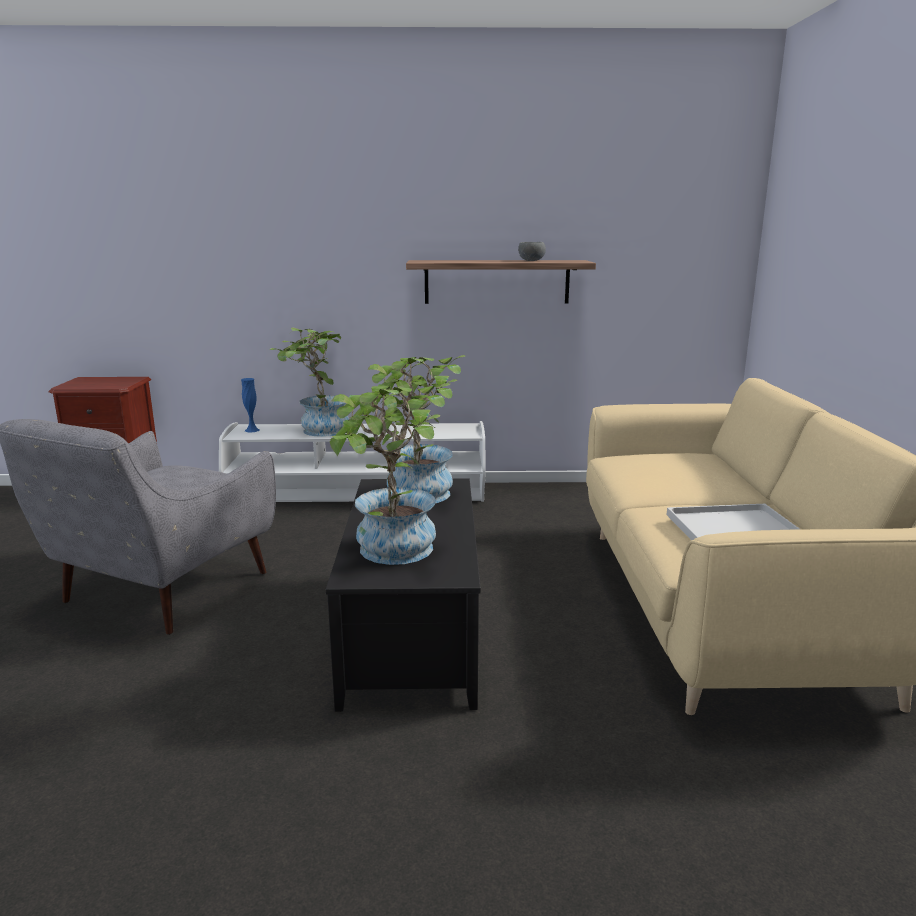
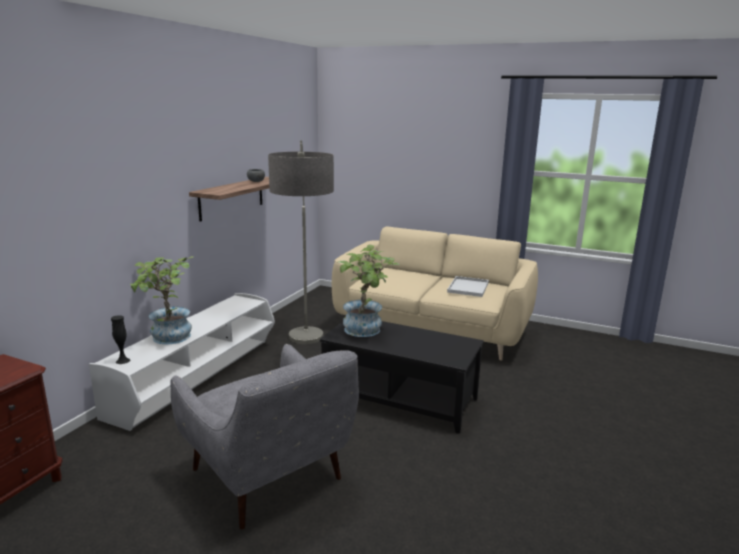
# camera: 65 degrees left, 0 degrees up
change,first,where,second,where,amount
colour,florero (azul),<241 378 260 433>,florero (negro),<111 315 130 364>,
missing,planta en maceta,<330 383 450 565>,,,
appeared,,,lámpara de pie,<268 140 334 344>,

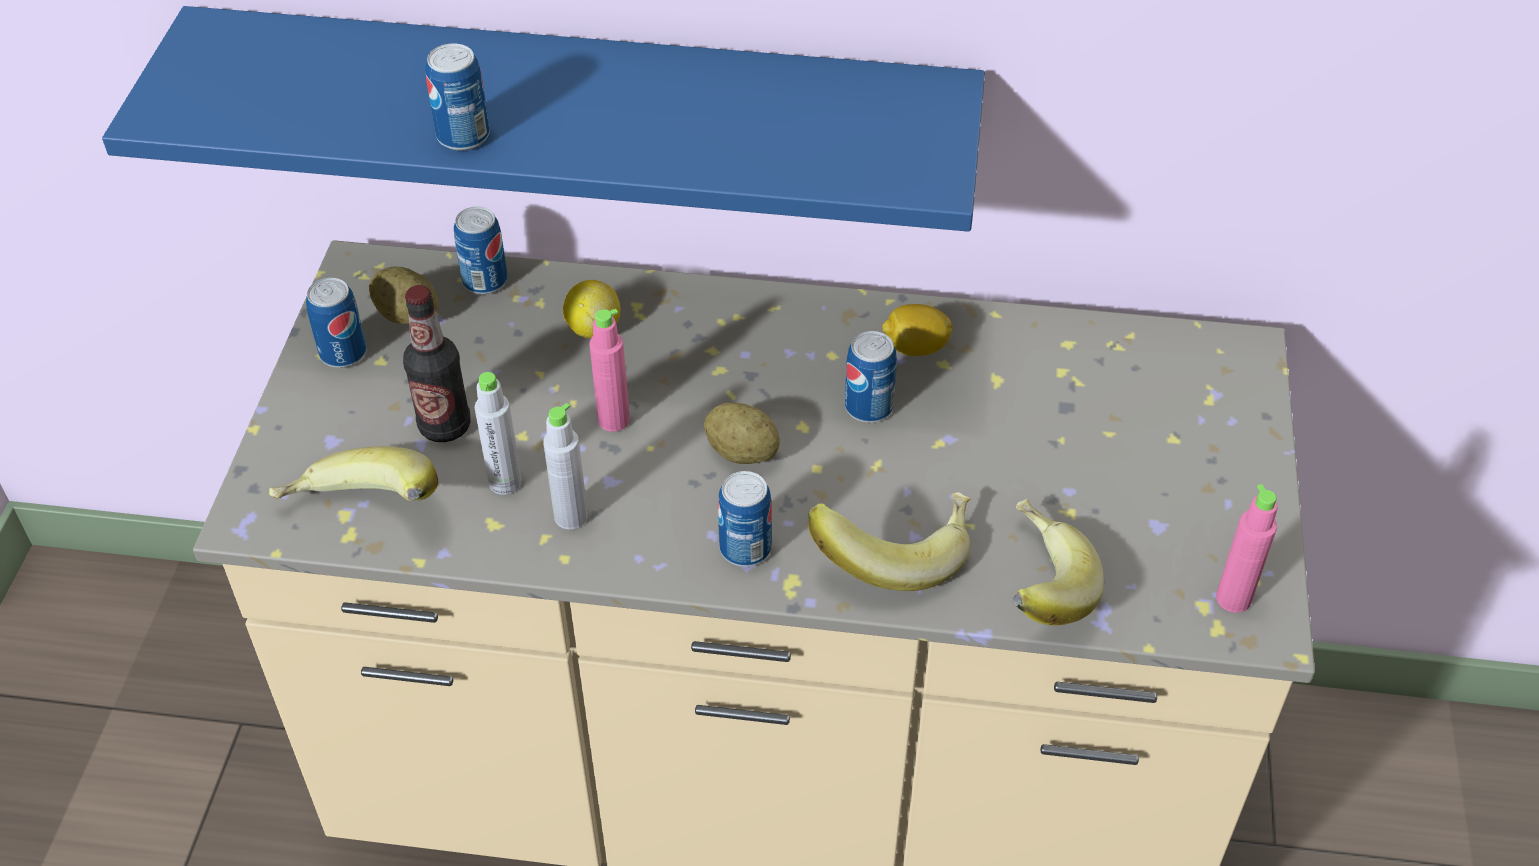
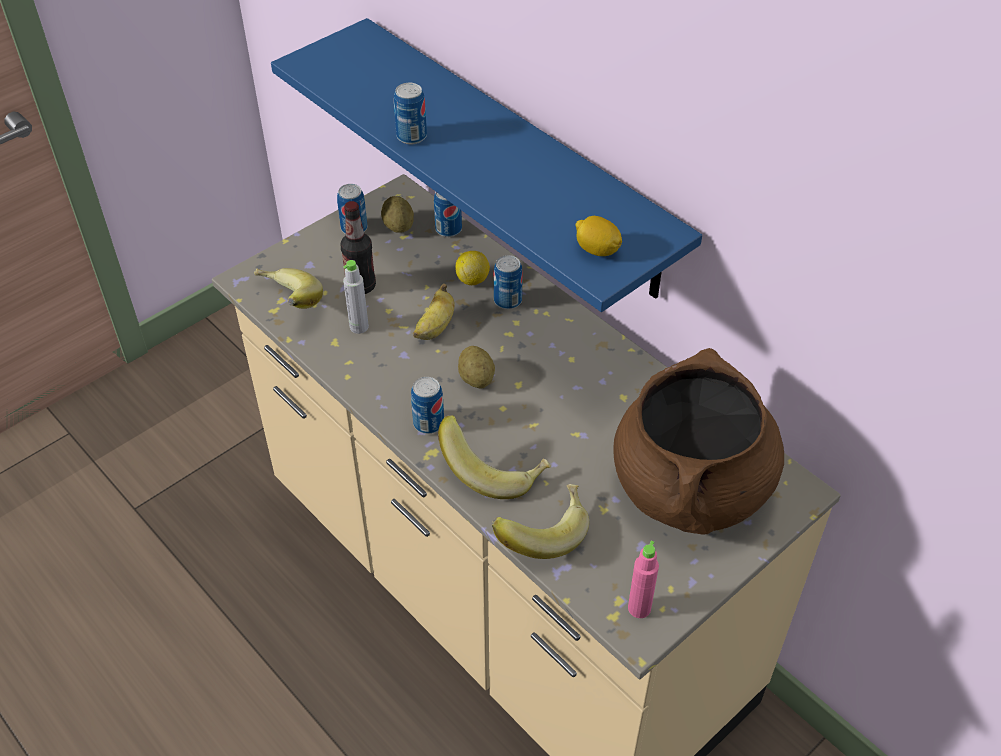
# camera: 40 degrees right, 0 degrees up
change,first,where,second,where,amount
relocated,limón,<882 304 953 356>,,<575 216 622 256>,
exchanged,botella (rosa),<590 309 630 432>,plátano,<413 284 455 340>,
relocated,lata,<845 331 897 423>,,<494 255 523 309>,
missing,botella (gris),<543 403 588 530>,,,
appeared,,,olla (marrón),<614 348 784 535>,

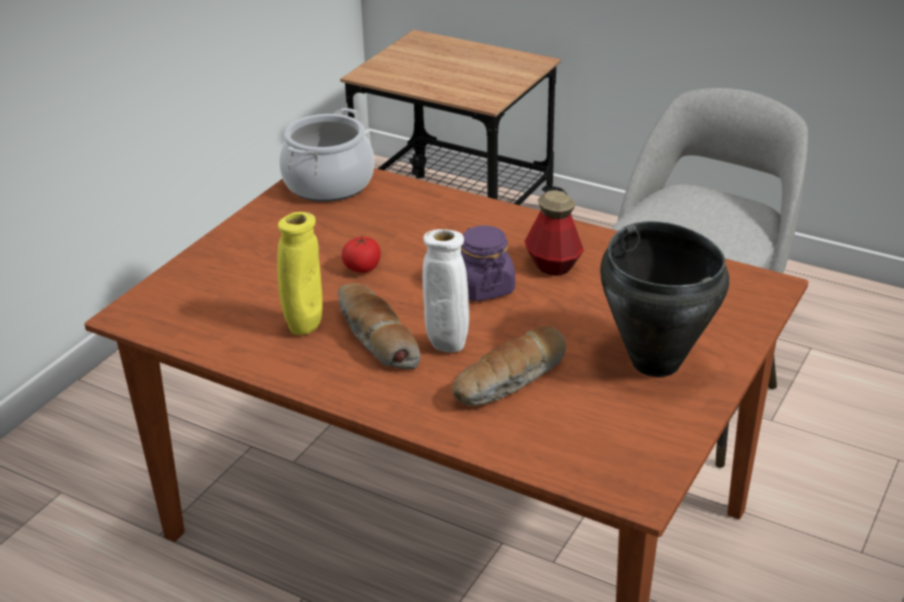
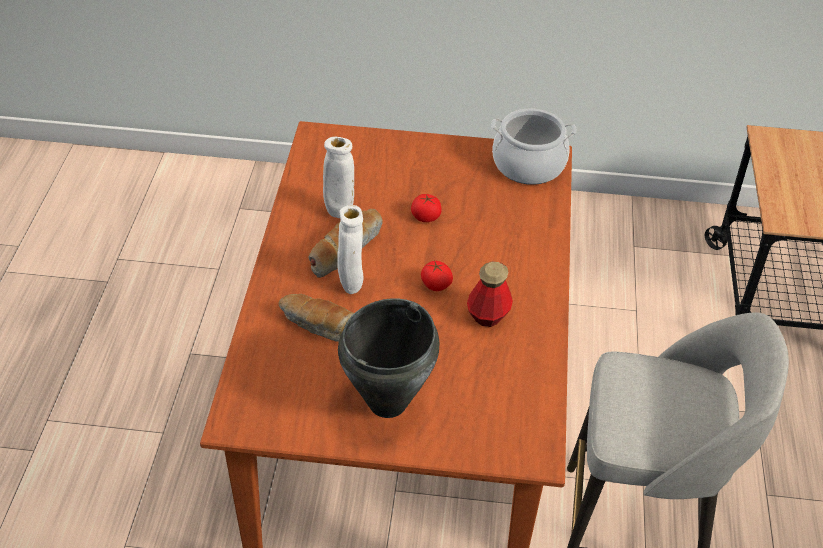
# camera: 65 degrees right, 10 degrees up
change,first,where,second,where,amount
colour,florero (amarillo),<277 212 323 335>,florero (blanco),<323 137 354 218>,
exchanged,tarro (morado),<461 226 515 301>,tomate,<421 261 453 291>,

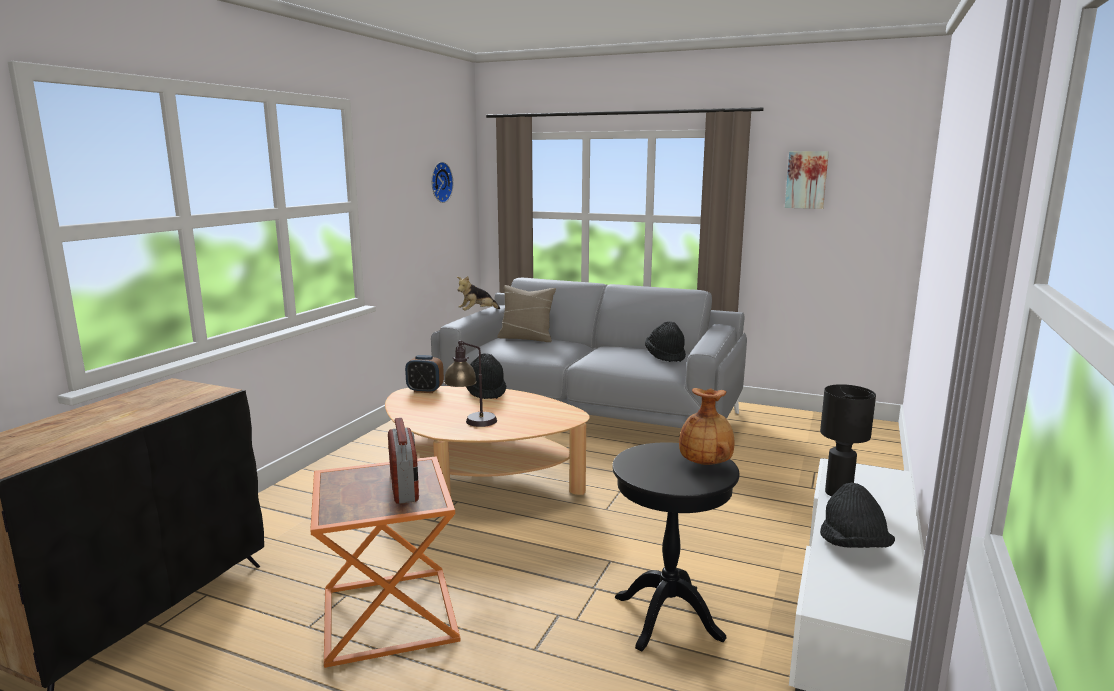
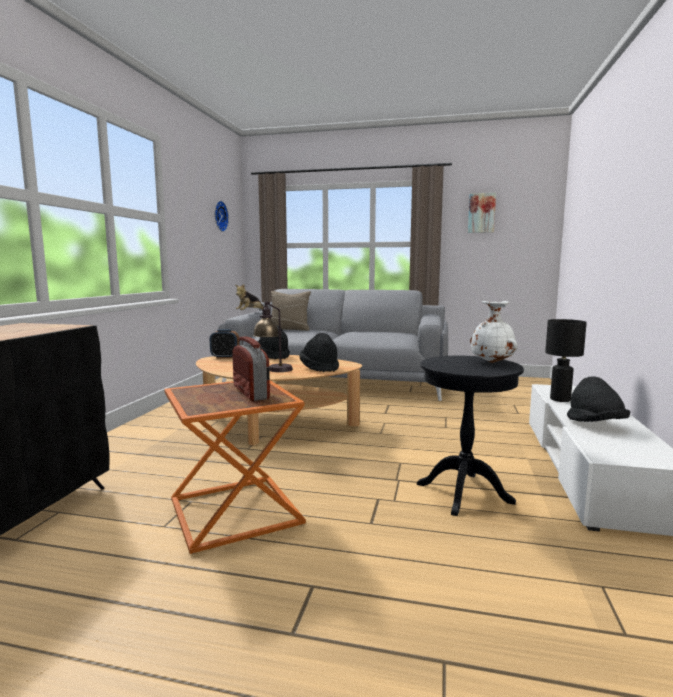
# camera: 10 degrees left, 5 degrees down
change,first,where,second,where,amount
relocated,sombrero (negro),<645 321 686 362>,,<299 333 339 372>,
colour,florero (marrón),<679 388 734 465>,florero (blanco),<470 301 518 363>,

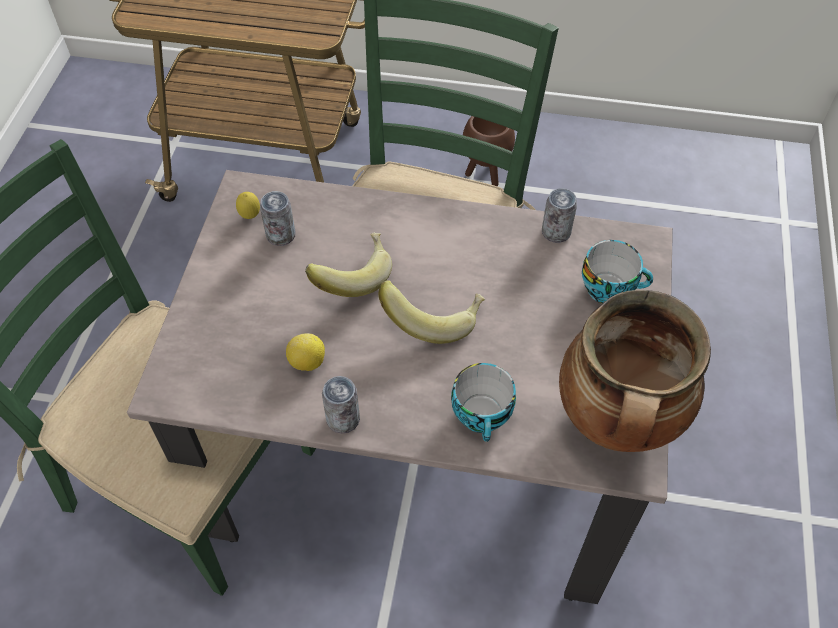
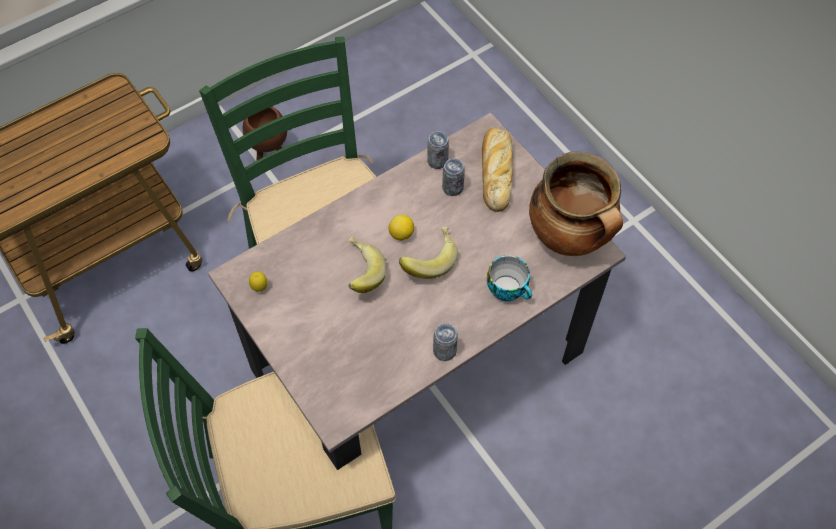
# camera: 45 degrees left, 5 degrees up
change,first,where,second,where,amount
relocated,lata,<260 191 296 246>,,<442 159 465 196>,
exchanged,taza,<582 240 653 303>,pan,<482 128 513 212>,
relocated,limón,<286 333 325 371>,,<388 215 414 241>,

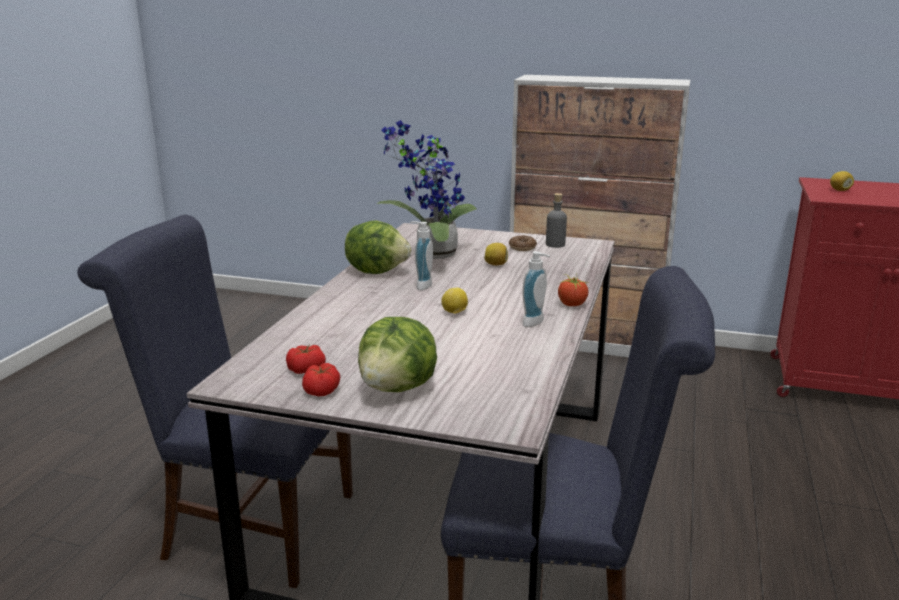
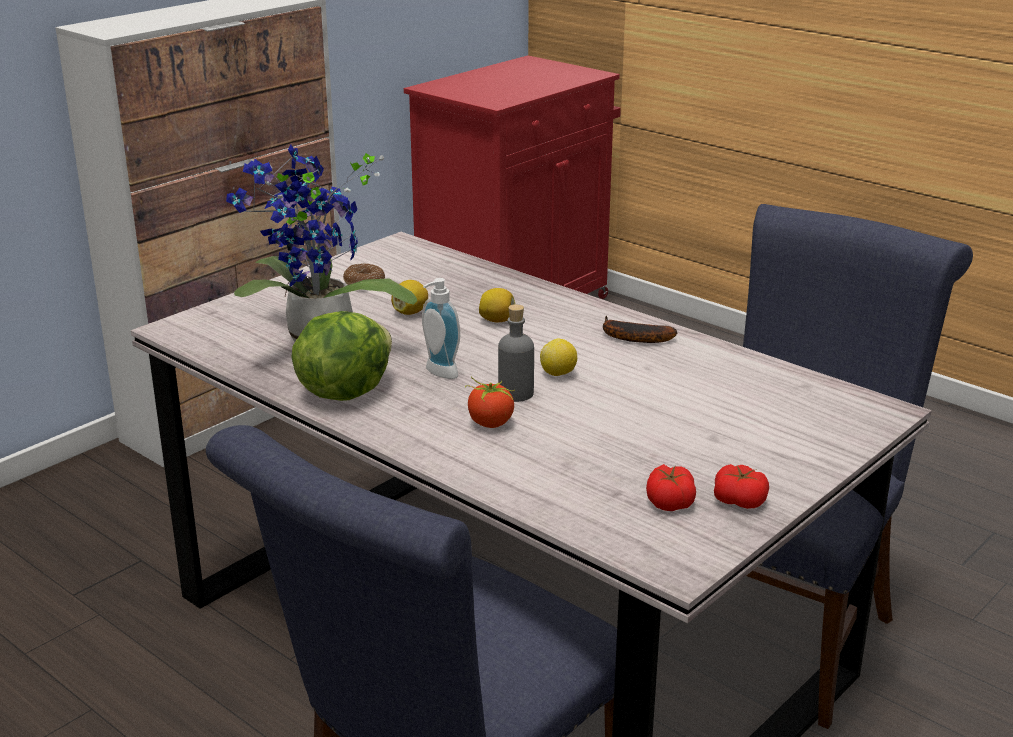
# camera: 65 degrees left, 5 degrees up
change,first,where,second,where,amount
relocated,limón,<830 171 854 191>,,<479 288 515 323>,
relocated,botella (gris),<546 193 567 248>,,<498 304 534 402>,
exchanged,dispensador de jabón,<522 251 550 327>,plátano,<603 316 677 343>,
relocated,tomate,<558 274 589 306>,,<465 376 515 428>,
missing,lechuga,<358 317 437 392>,,,

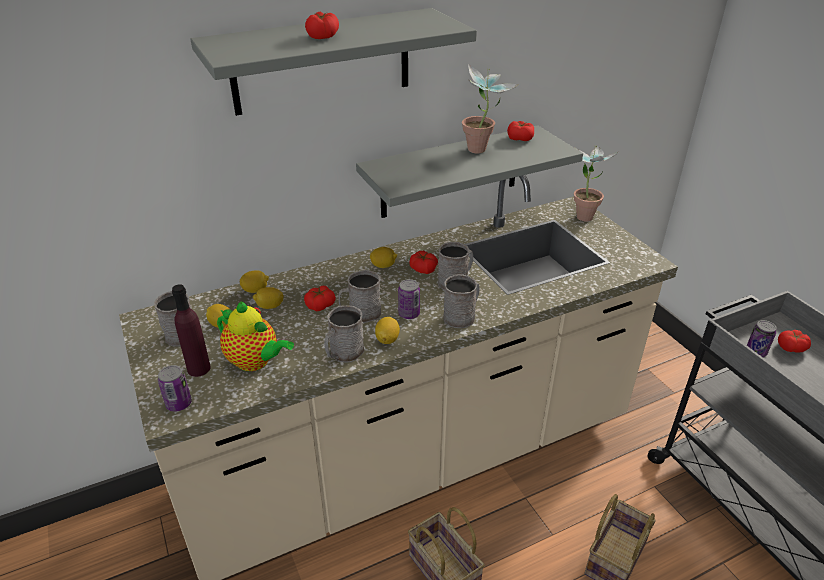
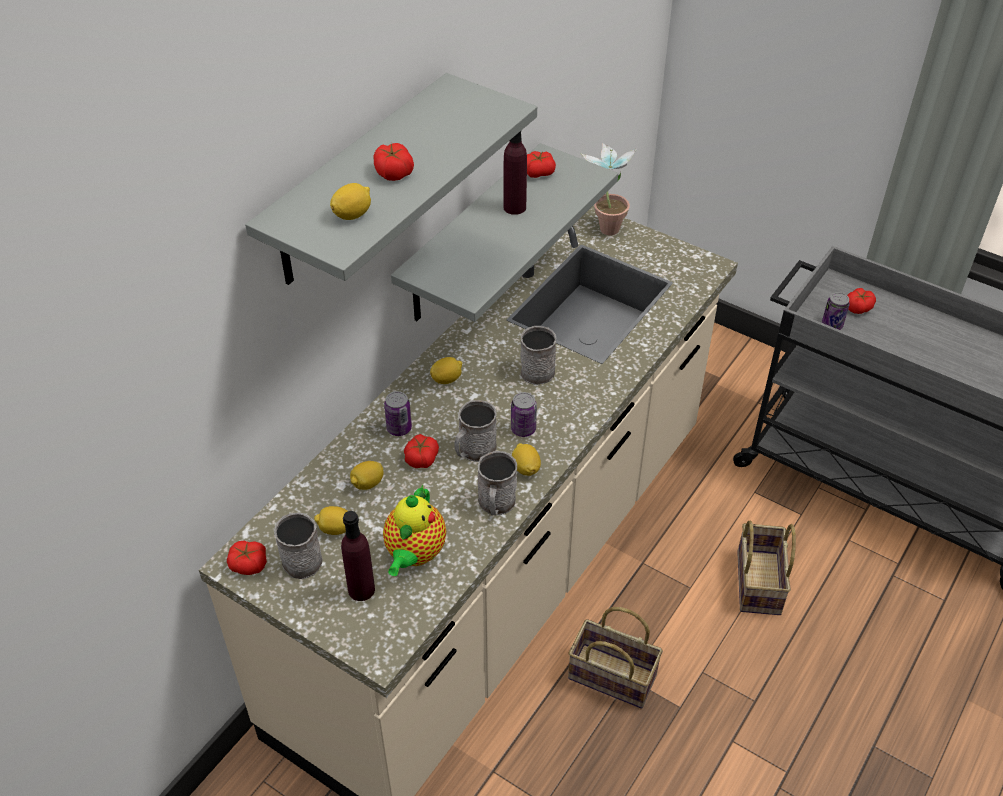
# camera: 30 degrees left, 10 degrees up
change,first,where,second,where,amount
exchanged,planta en maceta,<462 64 519 154>,botella (morado),<503 131 527 215>,
relocated,tomate,<409 251 438 274>,,<227 541 267 575>,
relocated,limón,<239 270 269 293>,,<330 183 371 220>,
missing,taza grande (gris),<443 275 479 328>,,,
spun,tetera,<217 301 294 371>,,<383 485 446 576>,105 degrees clockwise
relocated,lata,<158 365 192 412>,,<384 391 412 436>,

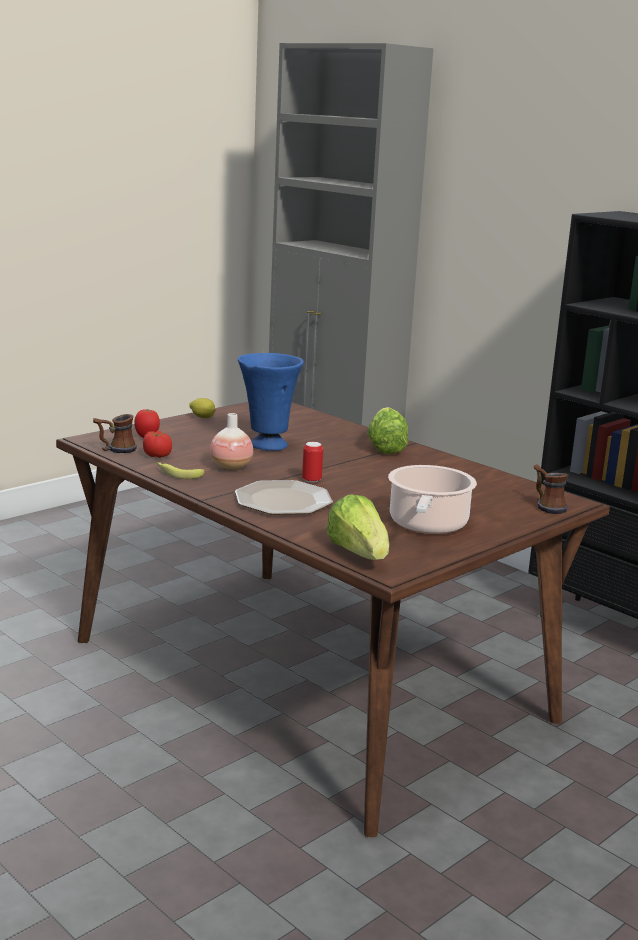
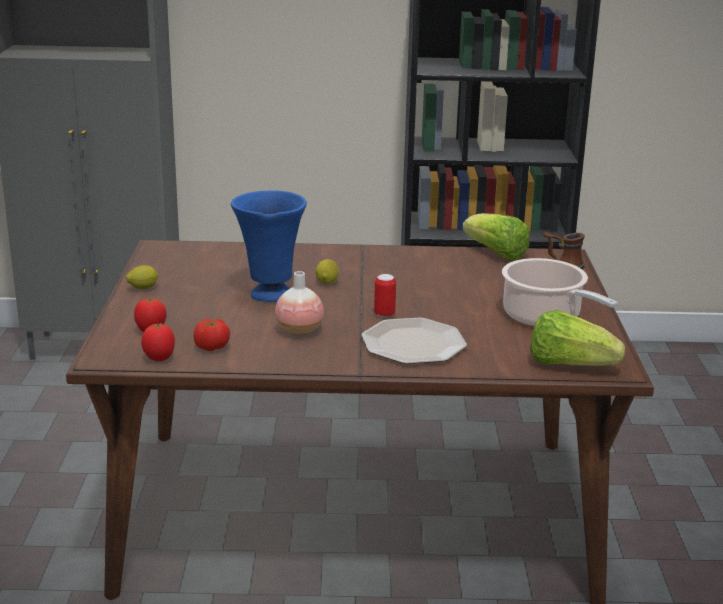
# camera: 45 degrees left, 5 degrees up
change,first,where,second,where,amount
relocated,lechuga,<367 407 408 454>,,<462 213 530 260>,
exchanged,taza grande,<93 414 137 453>,tomate,<141 323 175 361>,
missing,plátano,<157 462 204 479>,,,
appeared,,,limón,<316 259 339 284>,

